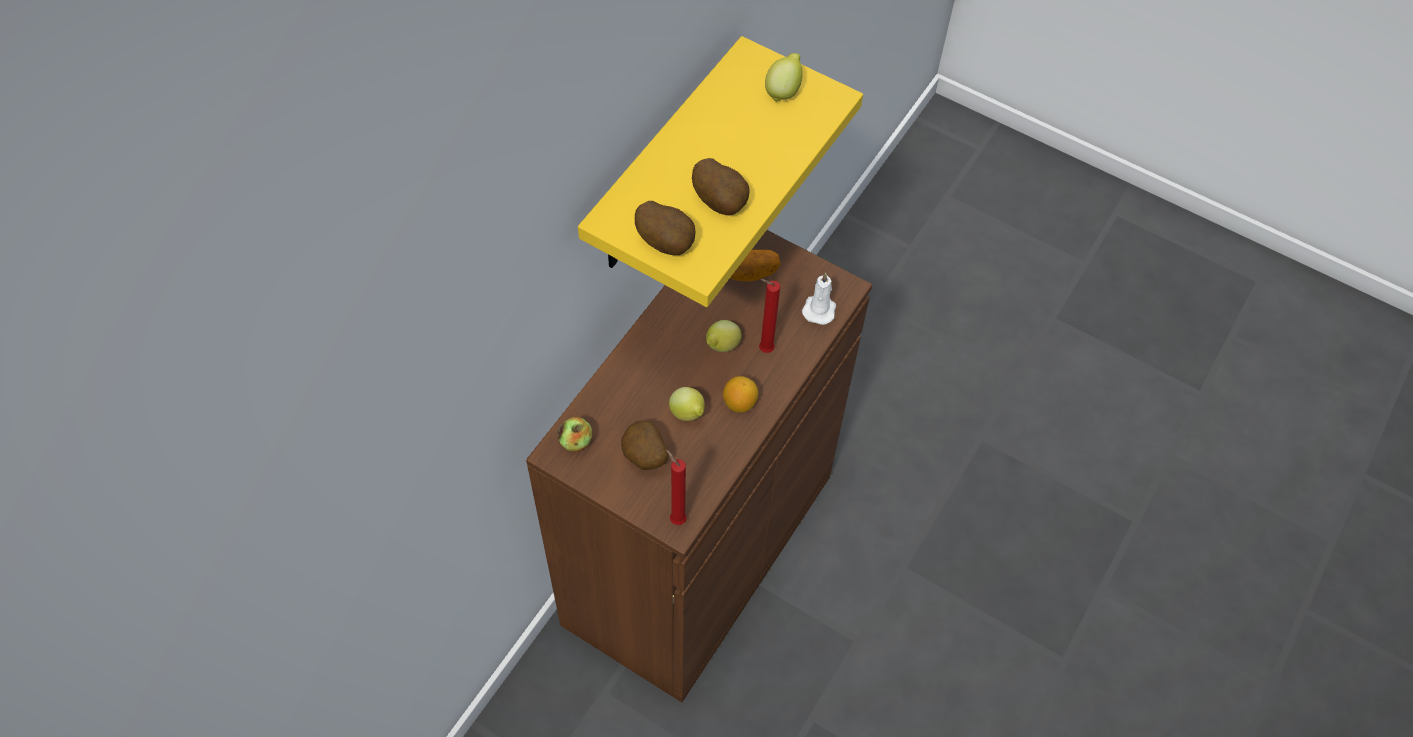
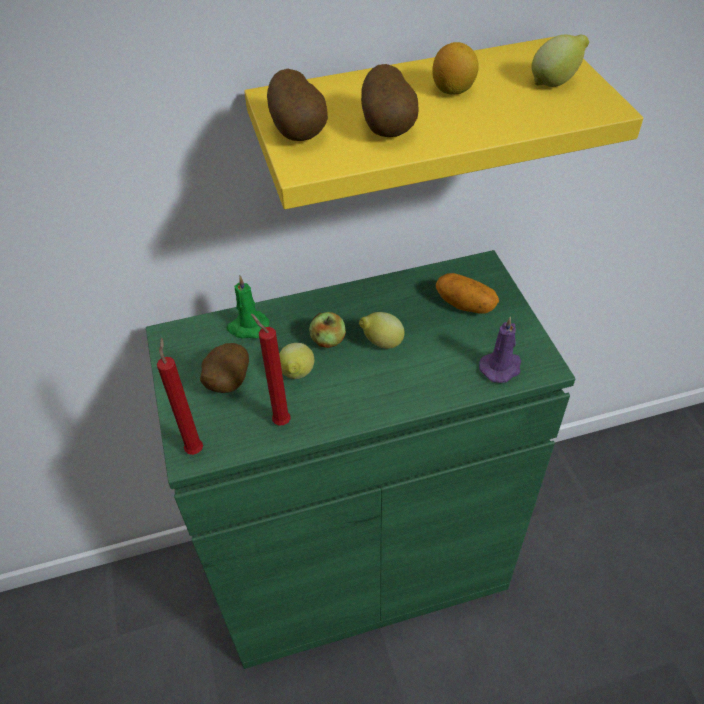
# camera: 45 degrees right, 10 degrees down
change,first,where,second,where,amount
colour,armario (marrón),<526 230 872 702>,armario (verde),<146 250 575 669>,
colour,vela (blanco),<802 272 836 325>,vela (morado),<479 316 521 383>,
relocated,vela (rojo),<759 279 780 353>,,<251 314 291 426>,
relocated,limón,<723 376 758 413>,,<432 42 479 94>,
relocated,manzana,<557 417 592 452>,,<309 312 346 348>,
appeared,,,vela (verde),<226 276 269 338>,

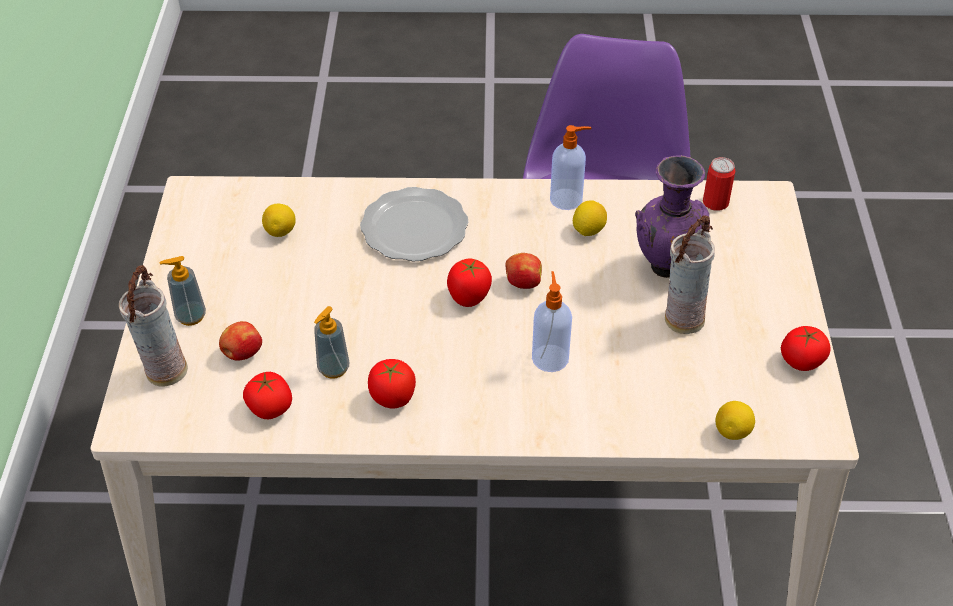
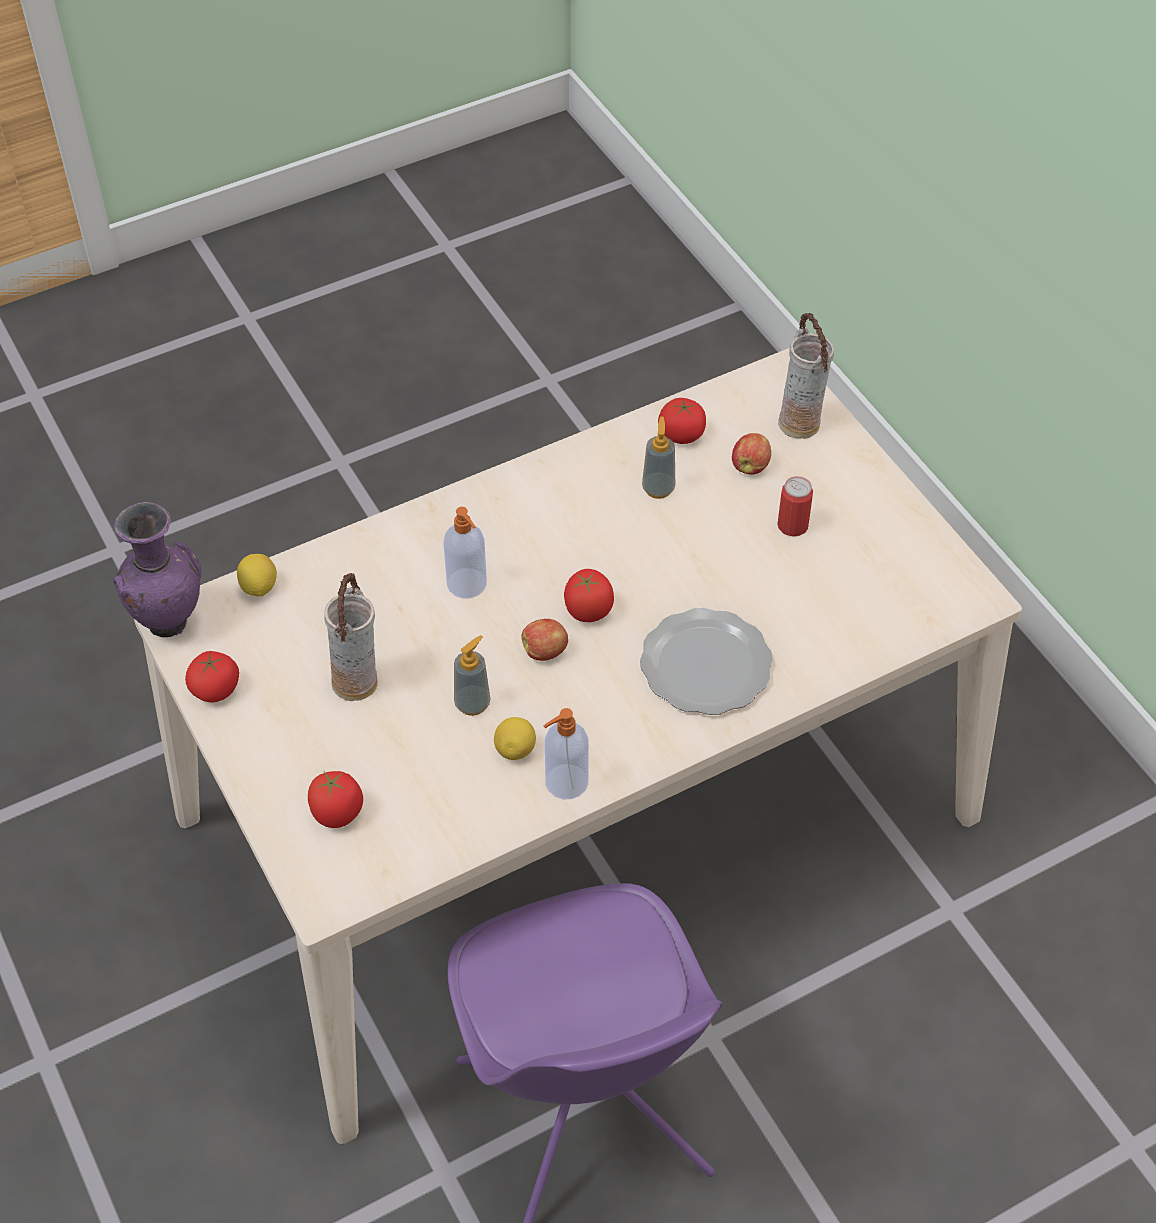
# camera: 150 degrees right, 5 degrees up
change,first,where,second,where,amount
relocated,florero (morado),<635 155 710 278>,,<113 502 201 637>,
relocated,lata,<703 157 735 211>,,<777 476 813 536>,
missing,limón,<262 204 296 237>,,,
relocated,dispensador de jabón,<160 256 206 326>,,<454 635 490 716>,
relocated,tomate,<368 359 416 408>,,<308 771 363 828>,

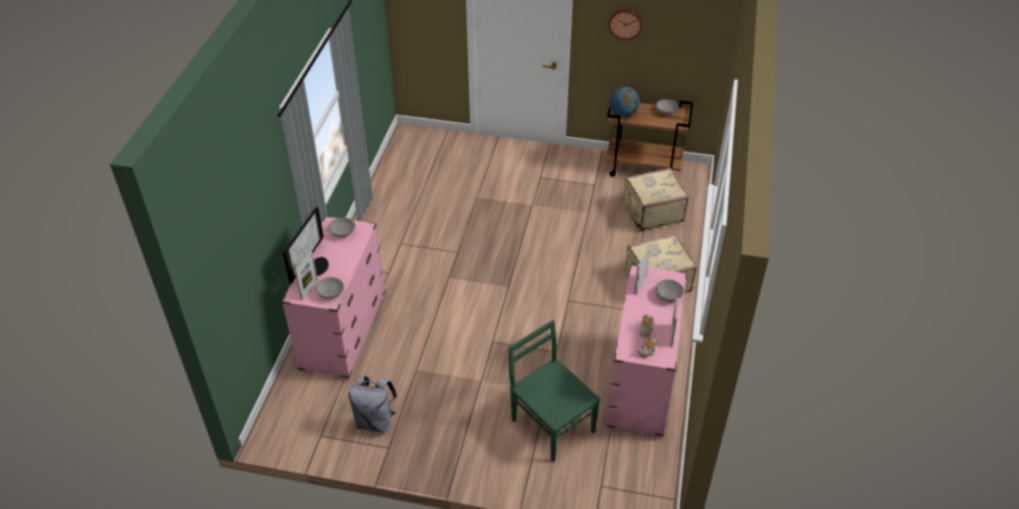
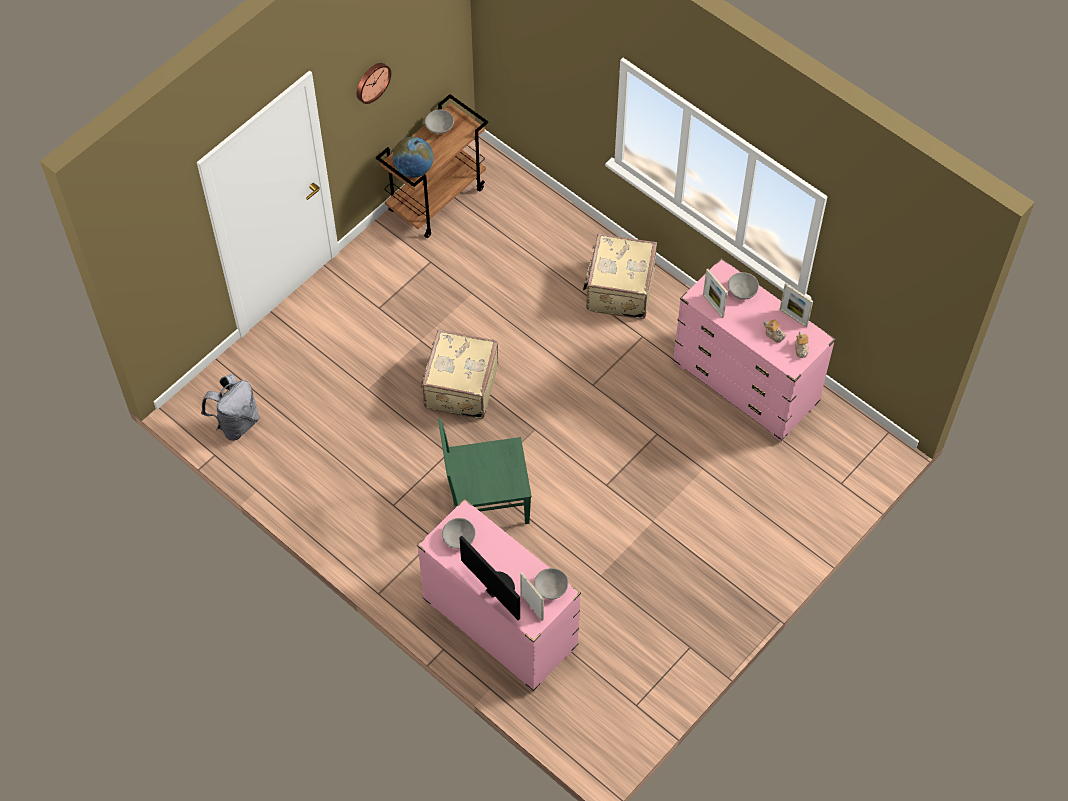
# camera: 60 degrees left, 15 degrees up
change,first,where,second,where,amount
relocated,maleta (beis),<623 168 689 231>,,<421 329 498 419>,
relocated,silla (verde),<509 320 601 462>,,<438 418 532 524>,
relocated,mochila (gris),<349 376 397 432>,,<201 374 259 441>,

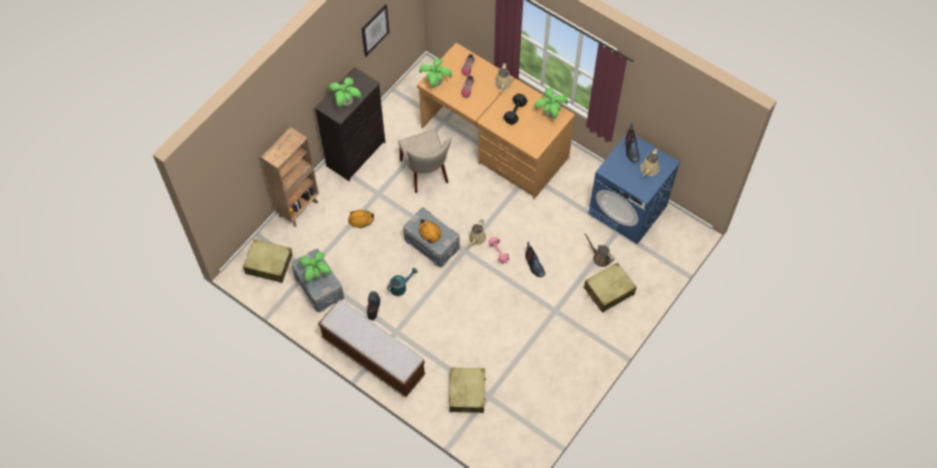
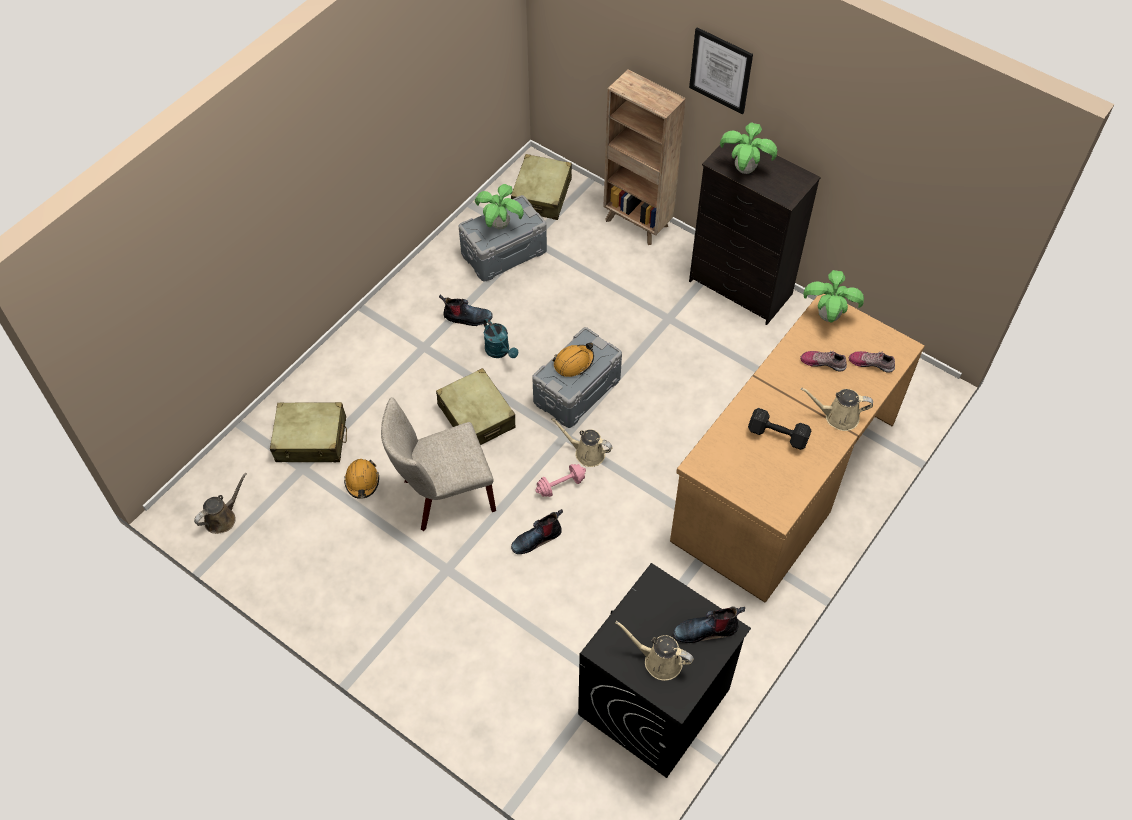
# camera: 90 degrees right, 5 degrees down
change,first,where,second,where,amount
relocated,cuadro,<361 4 389 56>,,<689 27 753 114>,
missing,planta en maceta,<535 88 568 118>,,,
relocated,silla (beis),<398 129 451 193>,,<381 397 496 531>,
colour,lavadora (azul),<588 133 680 244>,lavadora (negro),<578 563 751 778>,
relocated,casco (naranja),<348 210 374 228>,,<344 459 379 499>,
relocated,regadera (marrón),<584 233 615 267>,,<194 473 247 534>,
relocated,maleta (beis),<584 262 637 313>,,<436 368 515 445>,
missing,banco,<318 300 426 397>,,,

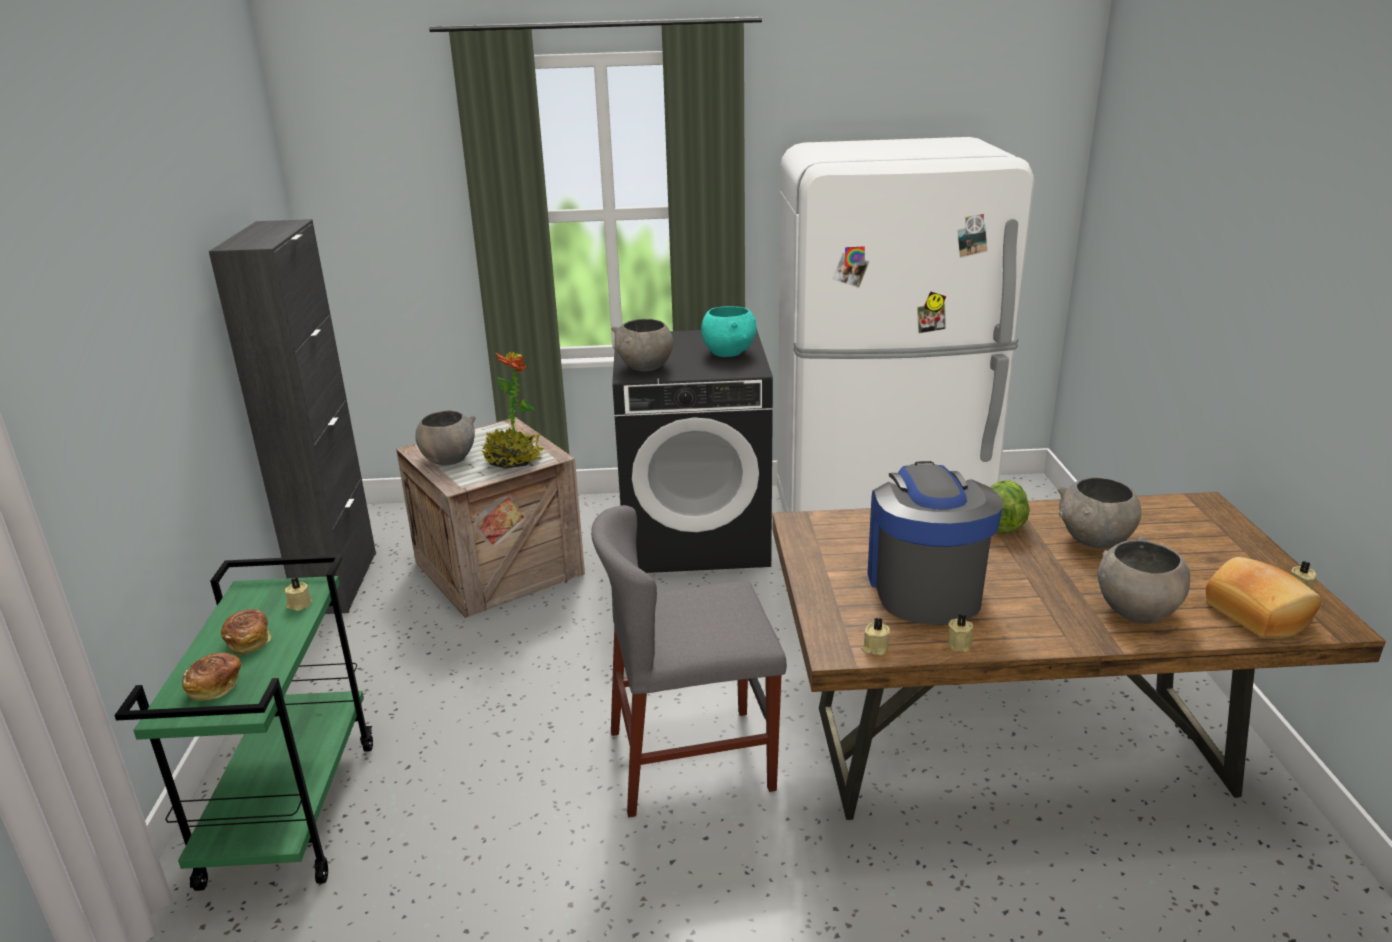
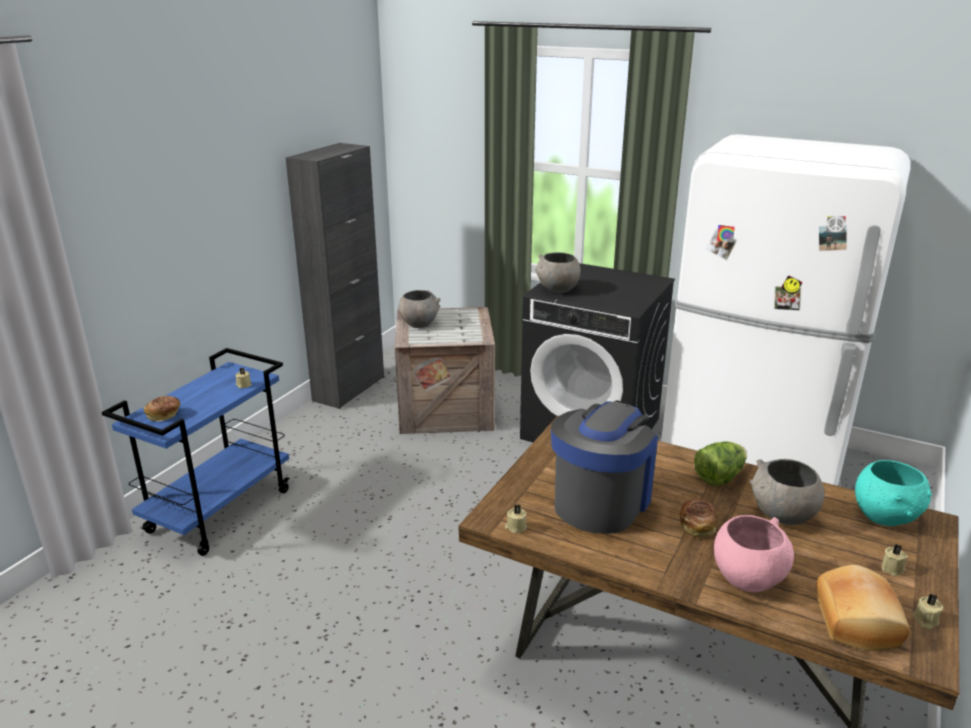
# camera: 30 degrees right, 0 degrees up
change,first,where,second,where,amount
relocated,cuenco (turquesa),<701 306 757 357>,,<855 460 932 526>,
missing,planta en maceta,<482 351 545 468>,,,
missing,silla (gris),<591 505 787 817>,,,
colour,cuenco (gris),<1098 537 1190 624>,cuenco (rosa),<714 515 794 592>,
colour,carrito (verde),<114 555 373 891>,carrito (azul),<102 348 290 556>,
relocated,pan,<221 609 271 655>,,<680 499 717 538>,
relocated,vela (beis),<948 614 973 652>,,<881 544 908 576>,

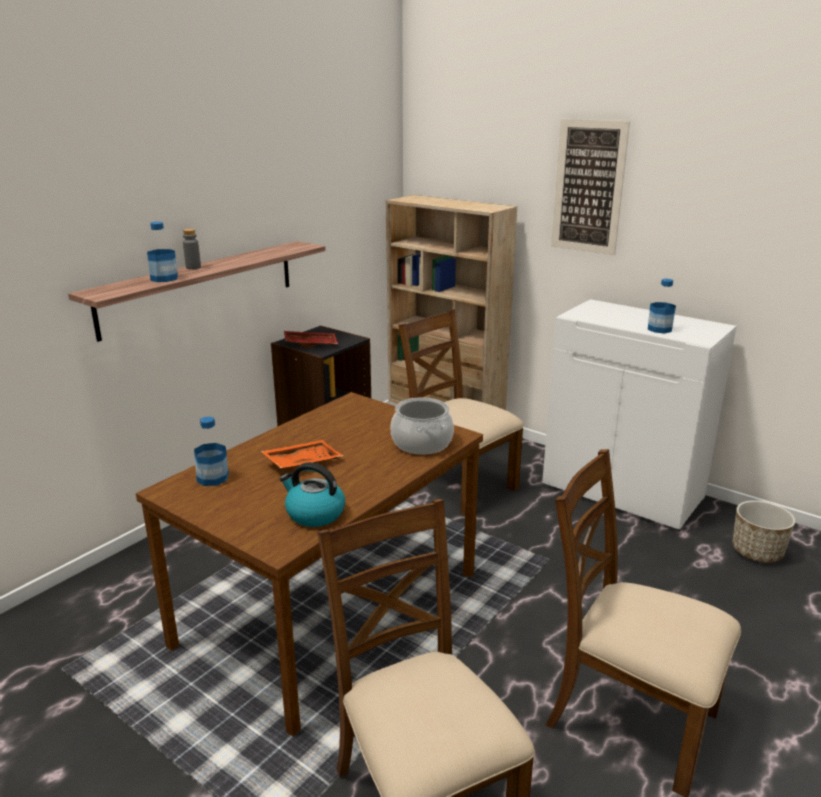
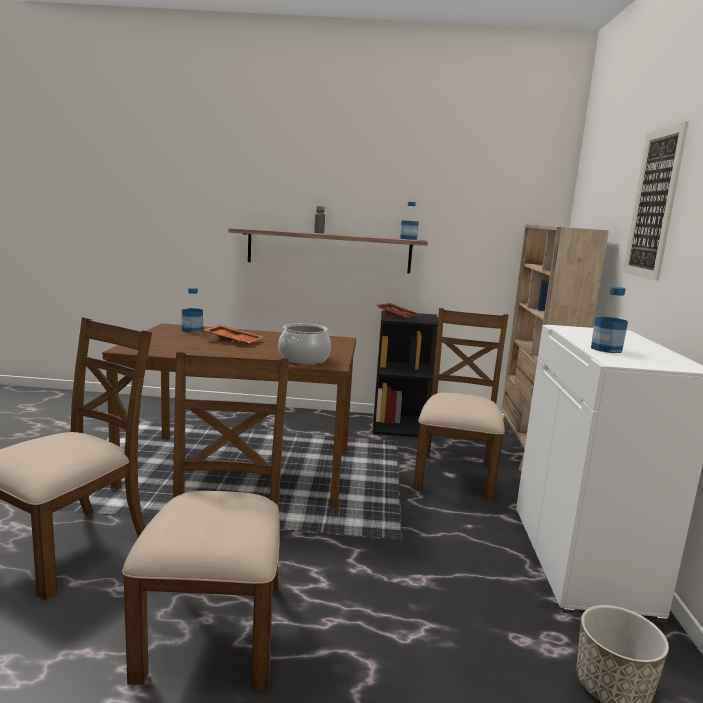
# camera: 55 degrees right, 10 degrees down
change,first,where,second,where,amount
relocated,botella,<147 222 178 282>,,<400 202 419 240>,
missing,hervidor,<280 462 345 527>,,,

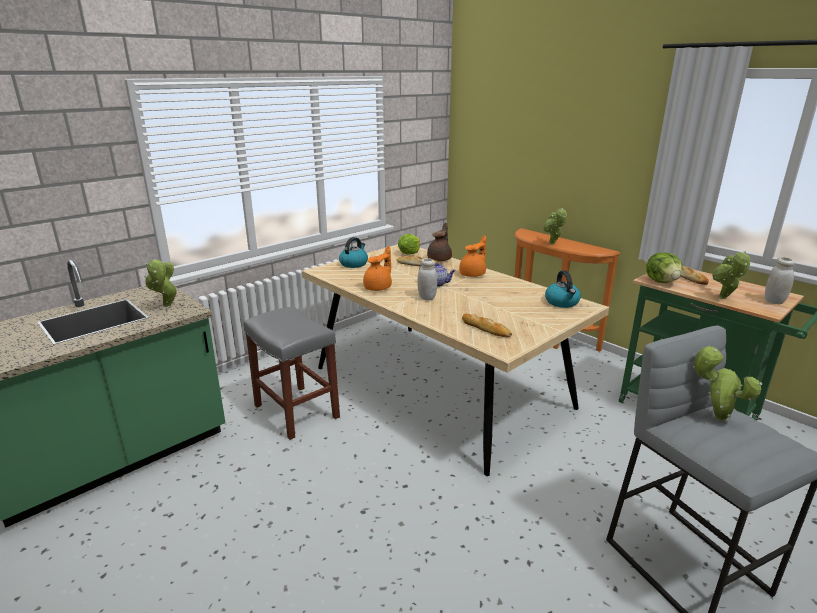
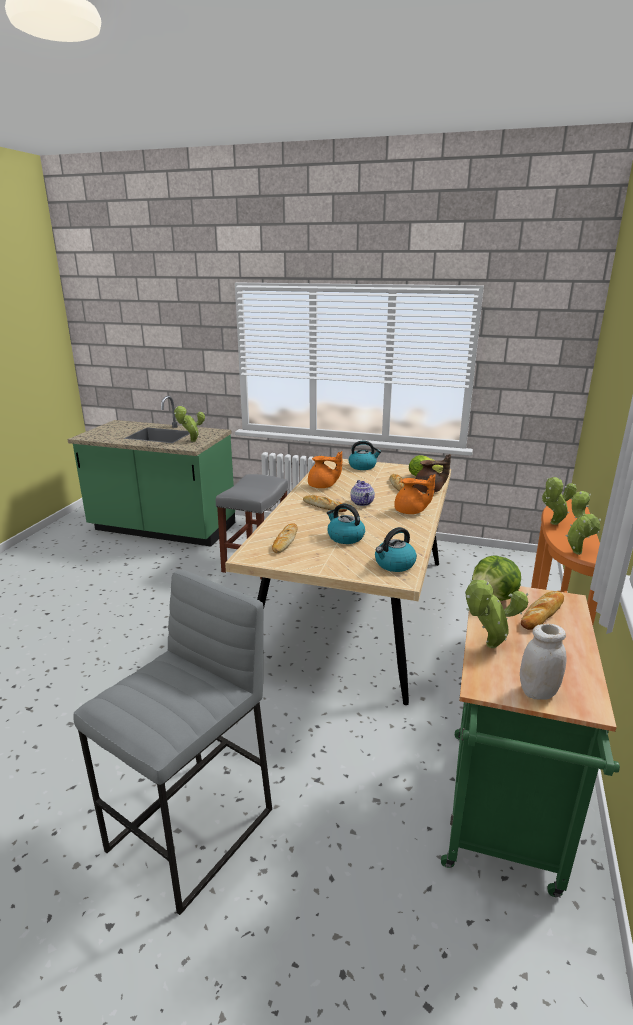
# camera: 60 degrees right, 0 degrees up
change,first,where,second,where,amount
exchanged,tarro (blanco),<417 258 437 300>,pan,<303 495 347 512>,
relocated,planta en maceta,<693 346 762 421>,,<566 491 601 555>,
appeared,,,hervidor,<327 504 365 544>,

